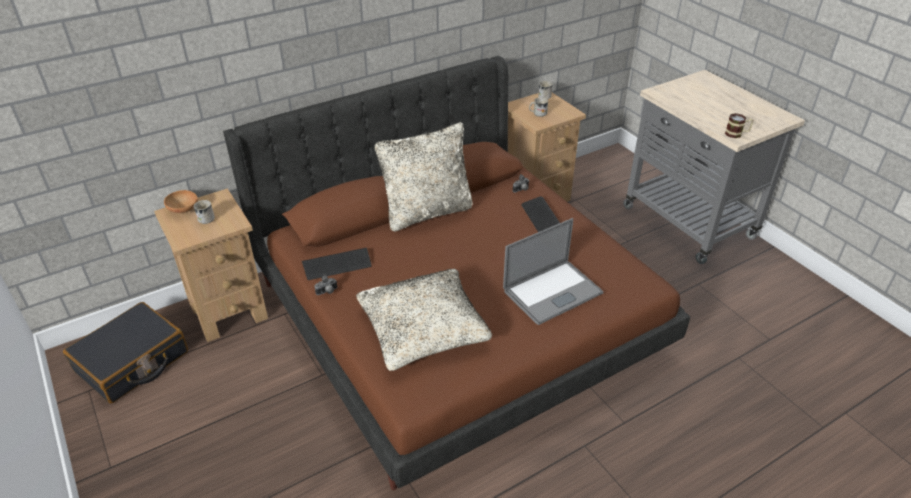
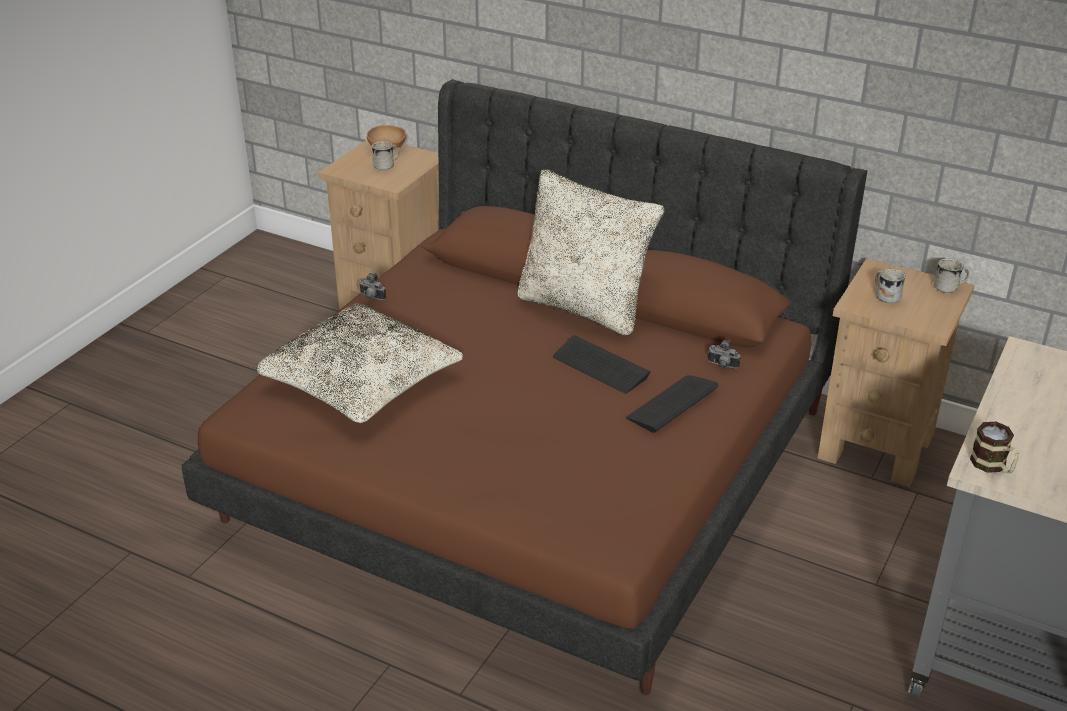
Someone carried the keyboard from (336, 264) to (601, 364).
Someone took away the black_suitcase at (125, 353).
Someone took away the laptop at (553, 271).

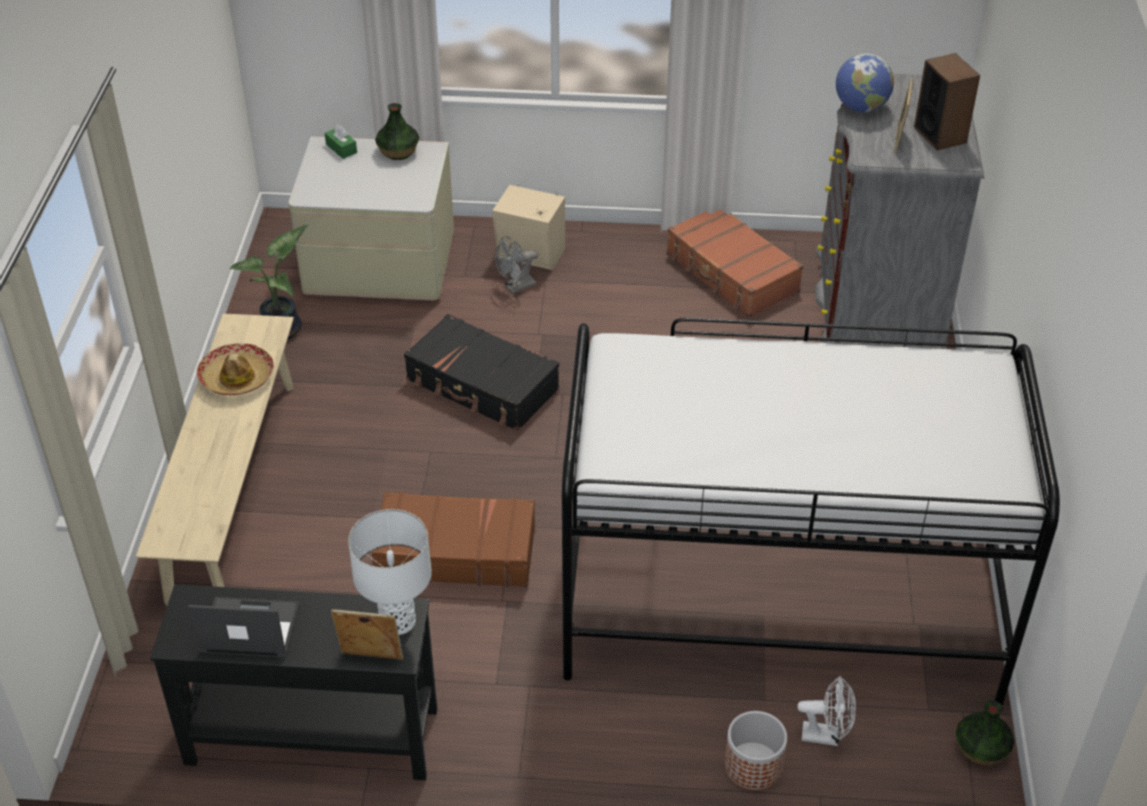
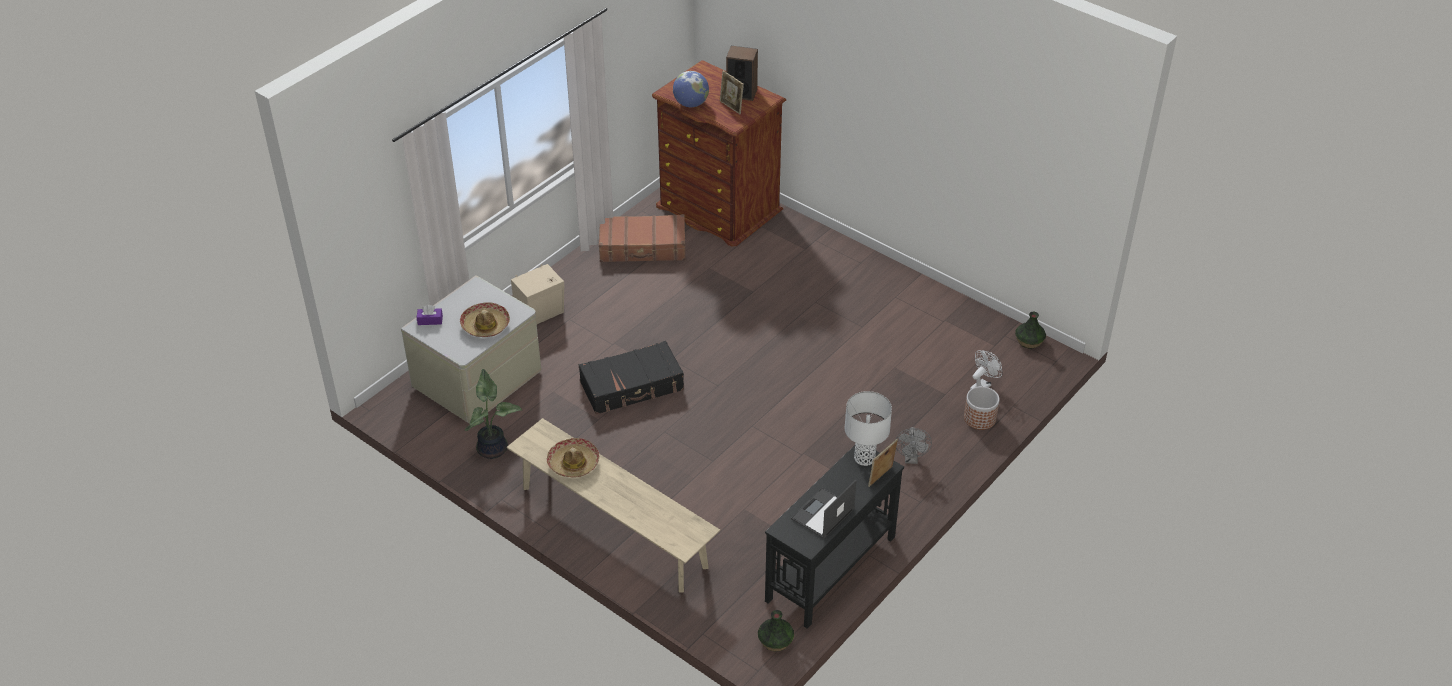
Someone repainted the green_tissue_box at (341, 141), which became the purple_tissue_box at (430, 315).
Someone put down the hat at (485, 319).
Someone repainted the grey_dresser at (899, 211), which became the brown_dresser at (719, 153).
Someone carried the vase from (397, 131) to (776, 630).
Someone carried the grey_fan from (516, 265) to (914, 445).
Someone took away the brown_suitcase at (453, 539).
Someone took away the black_bed at (811, 511).

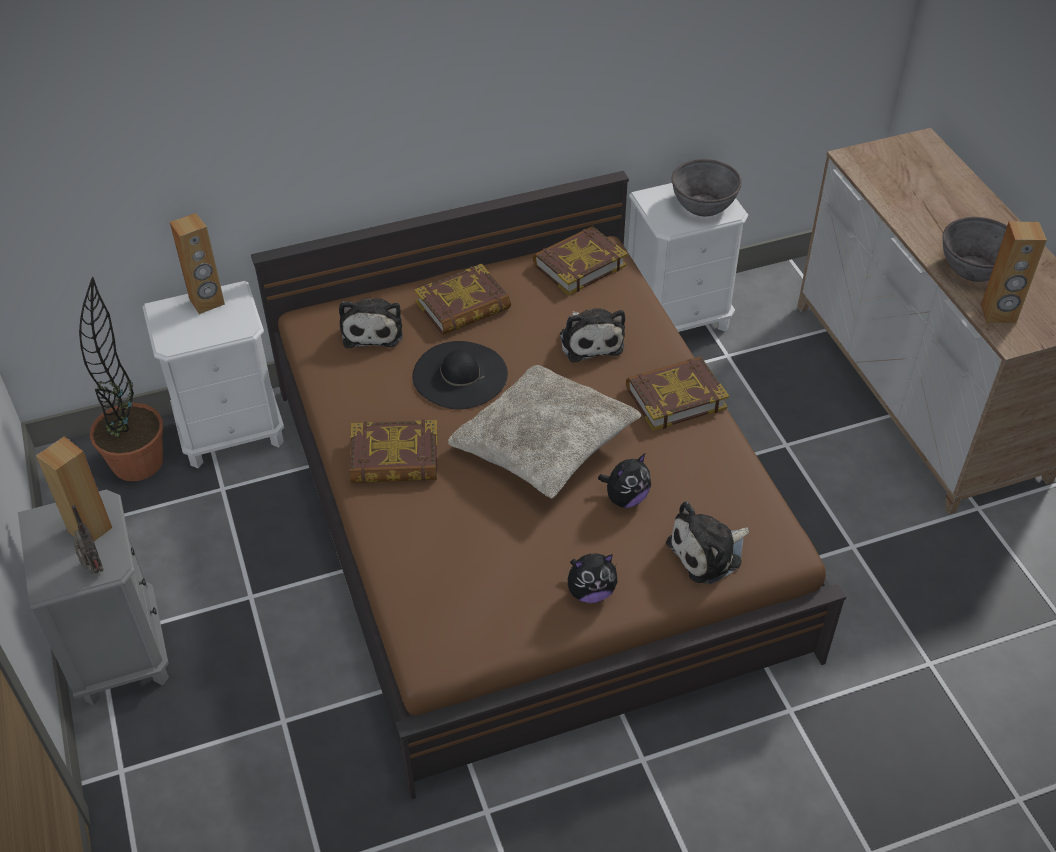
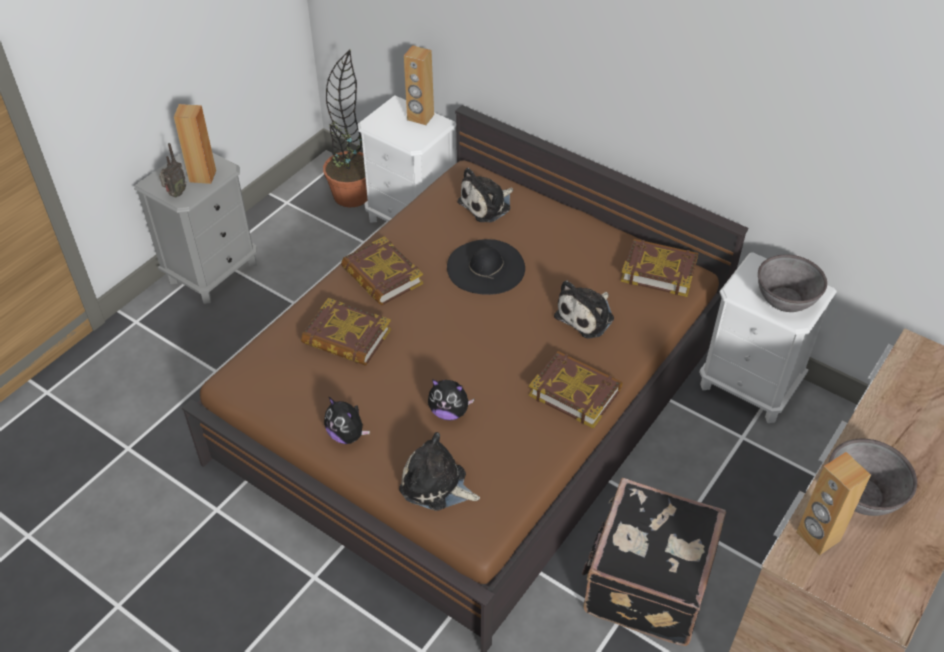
Someone carried the book from (462, 299) to (346, 332).
Someone put down the black_suitcase at (654, 562).
Someone took away the beige_pillow at (544, 432).

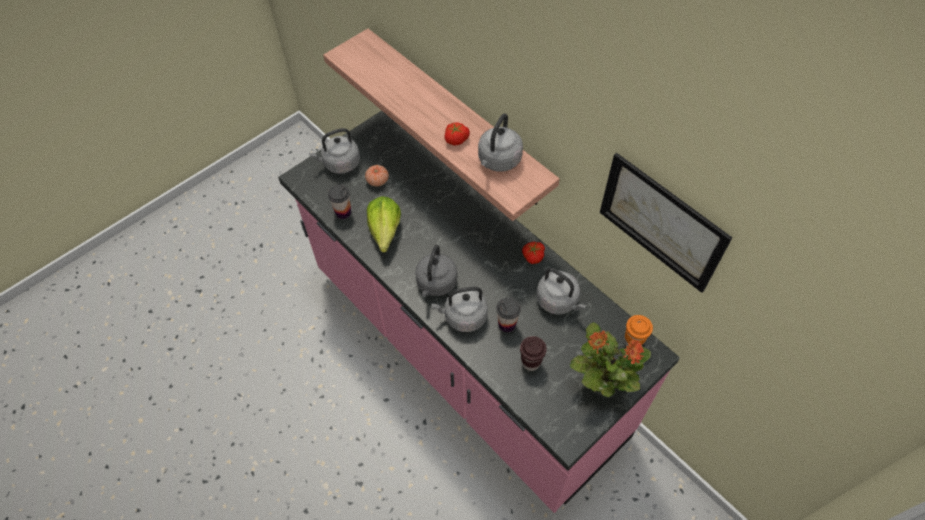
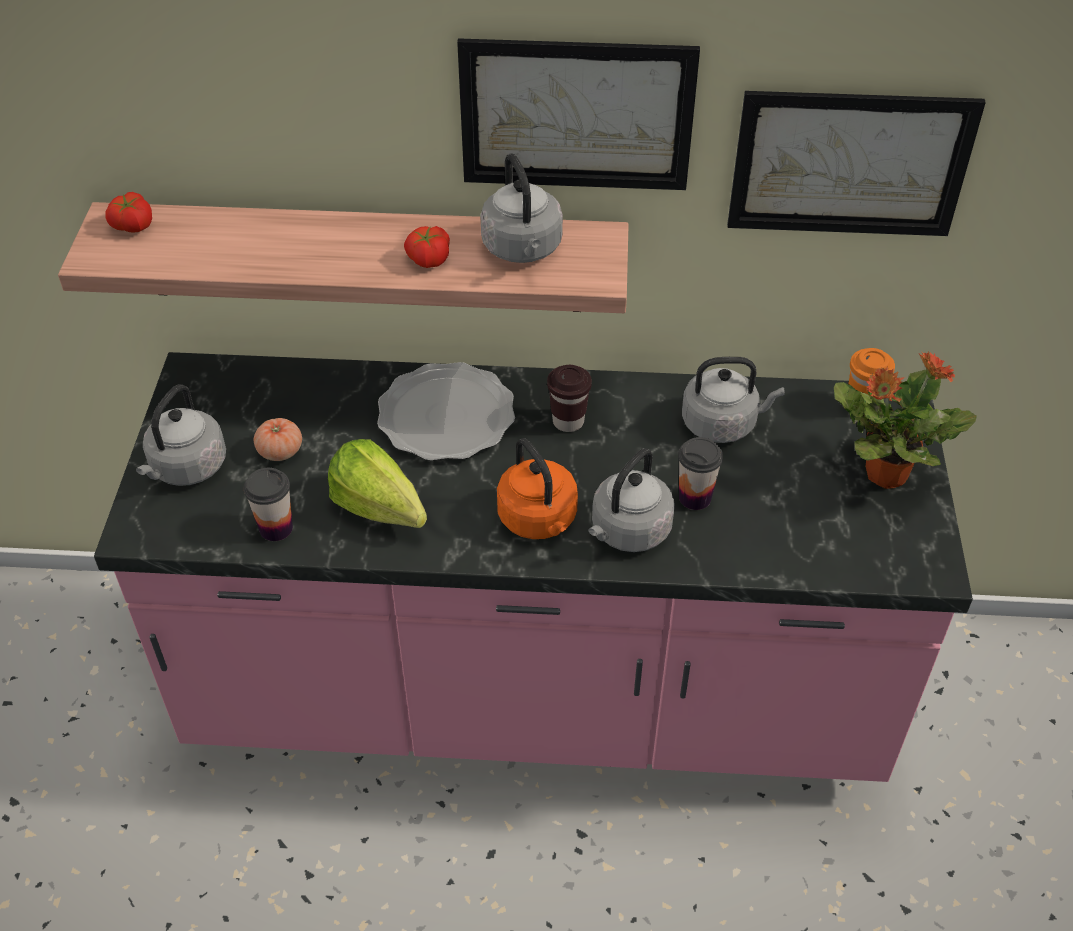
Someone carried the tomato from (533, 253) to (128, 212).
Someone put down the plate at (446, 411).
Someone put up the picture at (578, 114).
Someone repainted the grey_kettle at (436, 271), which became the orange_kettle at (537, 488).
Someone carried the brown_cup from (533, 353) to (569, 398).

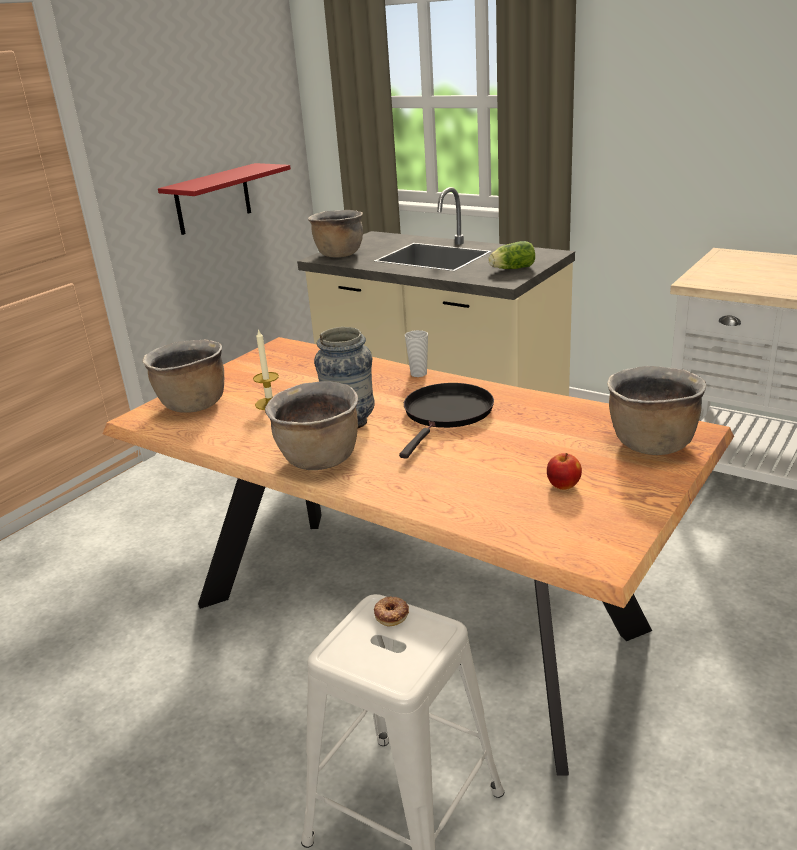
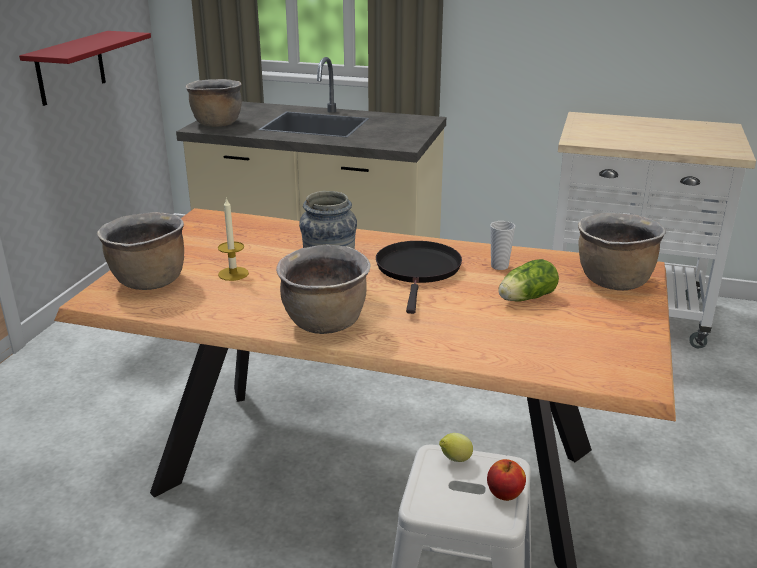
Someone swapped the donut at (391, 611) for the lemon at (456, 447).
Someone carried the apple from (564, 471) to (506, 480).
Someone carried the cup from (416, 353) to (502, 245).
Someone carried the lettuce from (511, 255) to (528, 280).

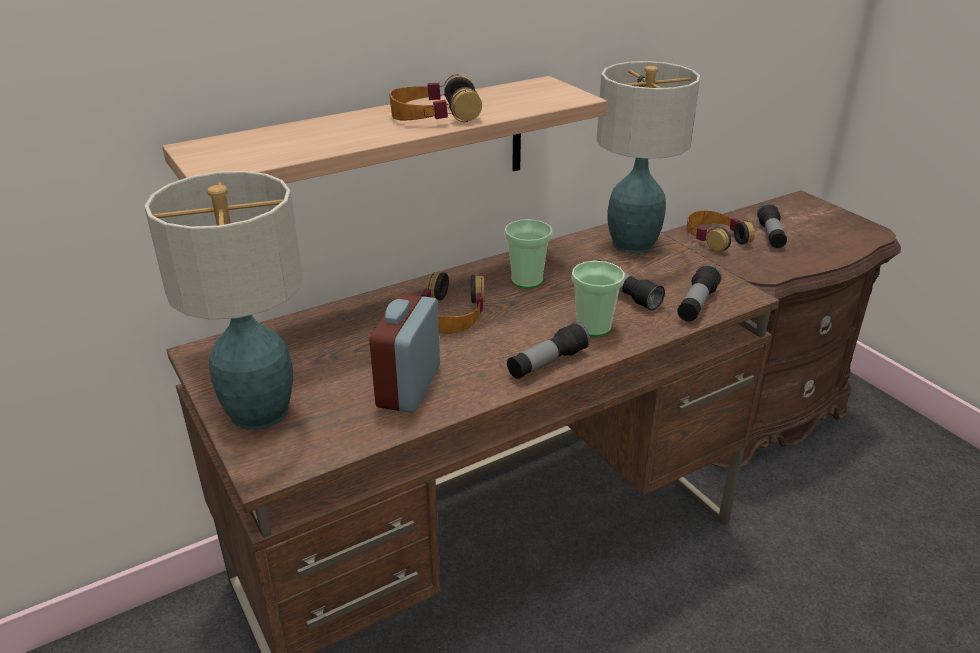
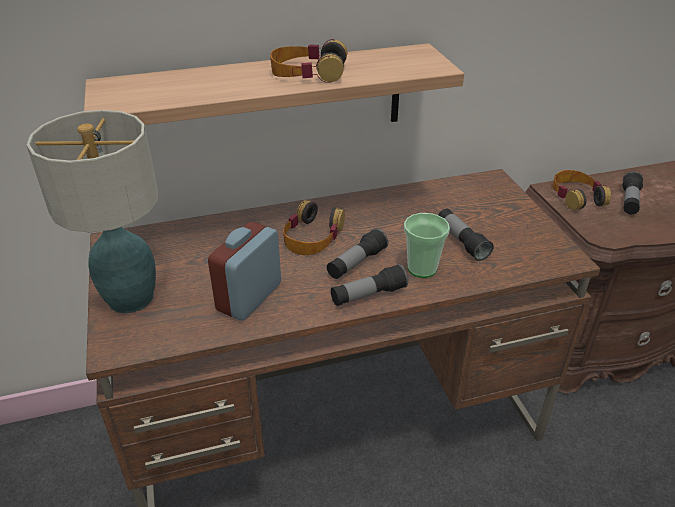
Someone carried the flashlight from (699, 292) to (357, 253).
Someone took away the cup at (528, 254).
Someone took away the table_lamp at (648, 157).

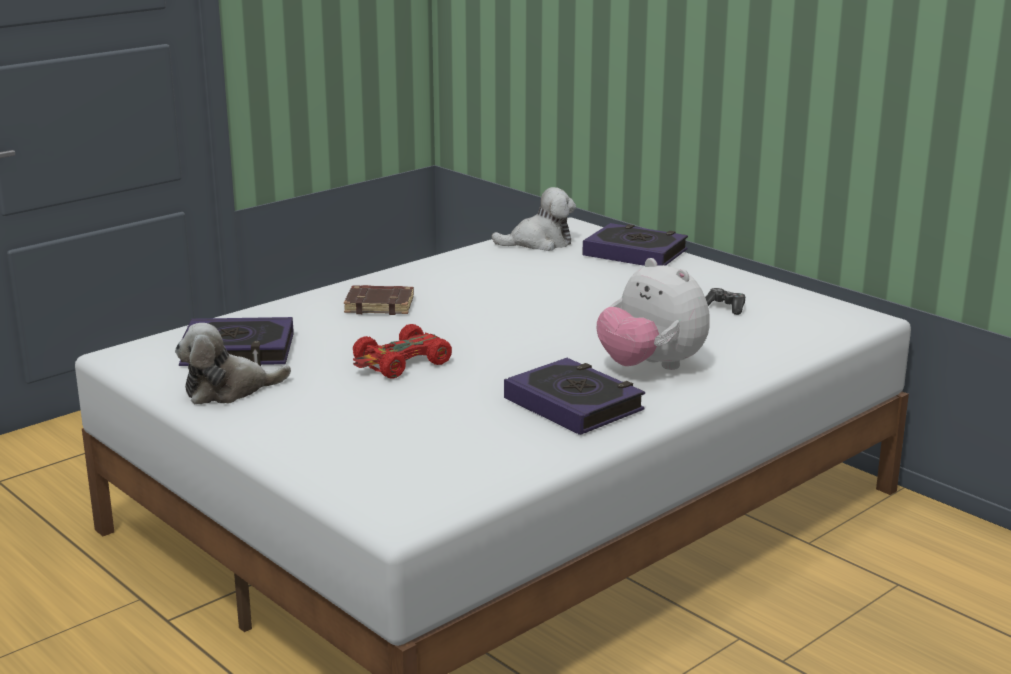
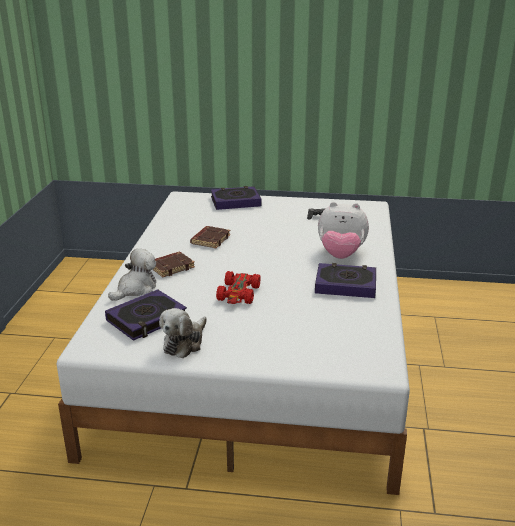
Someone carried the plush_toy from (533, 219) to (132, 275).
Someone put down the brown_book at (210, 237).

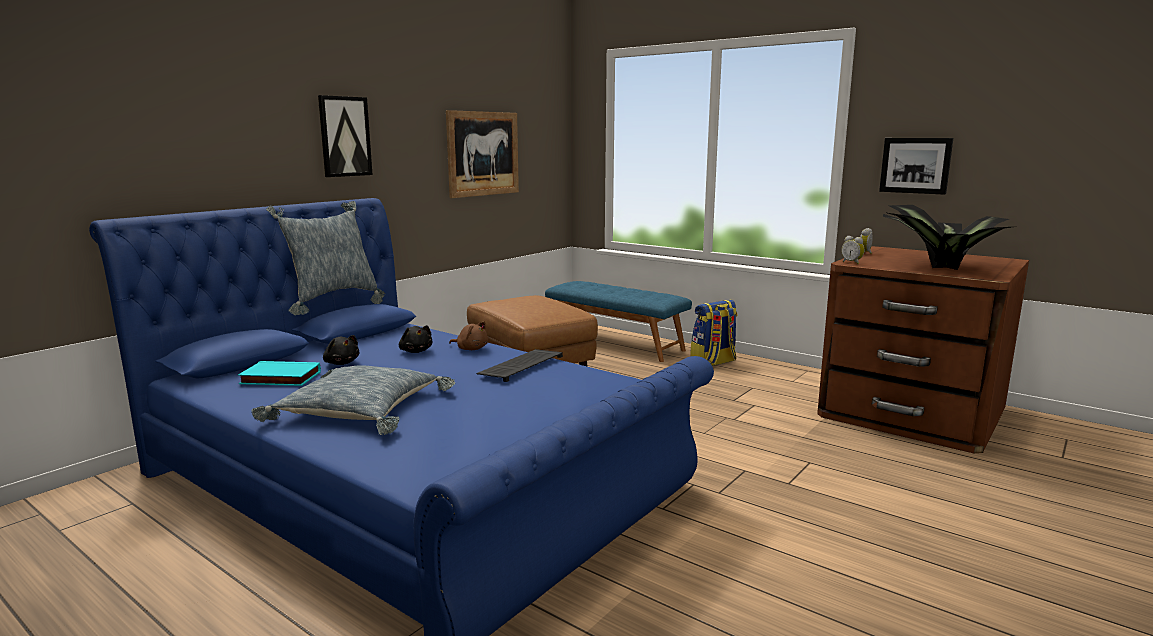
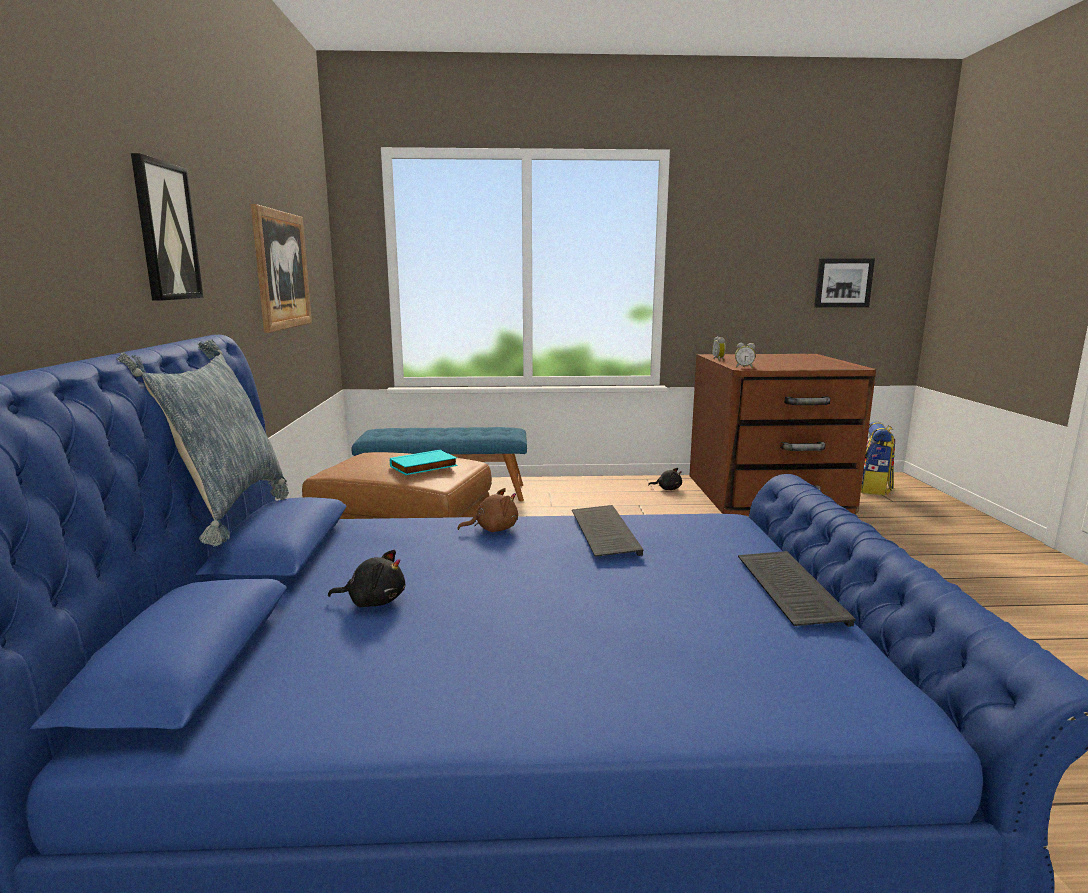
Someone carried the turquoise_book from (279, 373) to (424, 462).
Someone carried the black_plush_toy from (416, 339) to (665, 479).
Someone put down the keyboard at (797, 589).
Someone carried the picture from (916, 166) to (844, 282).
Someone carried the backpack from (714, 333) to (878, 458).
Someone took away the pillow at (353, 400).
Someone took away the potted_plant at (947, 237).

